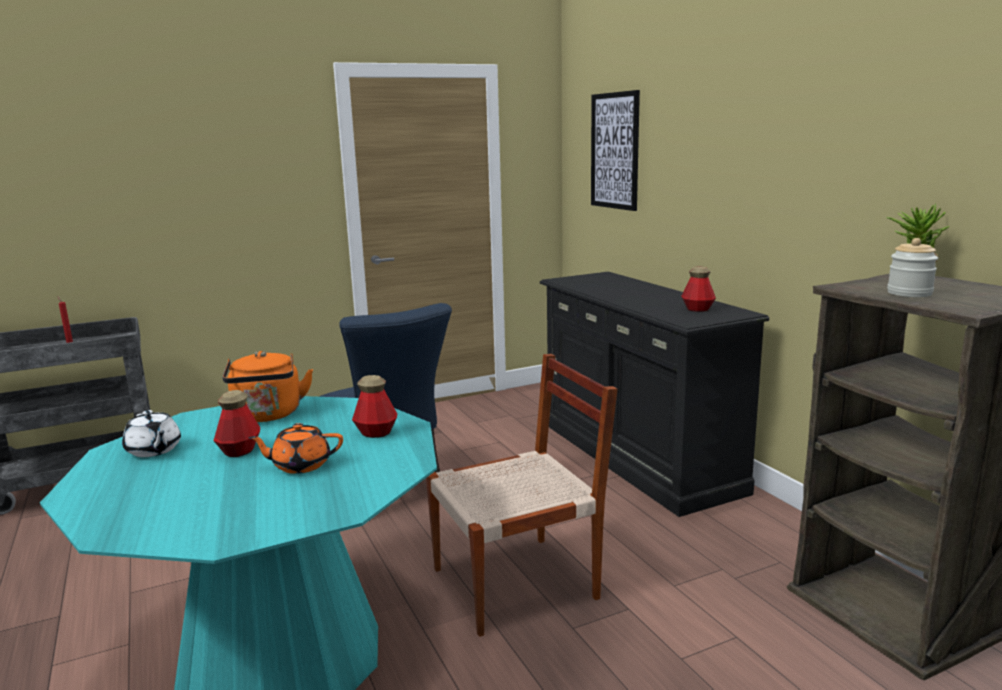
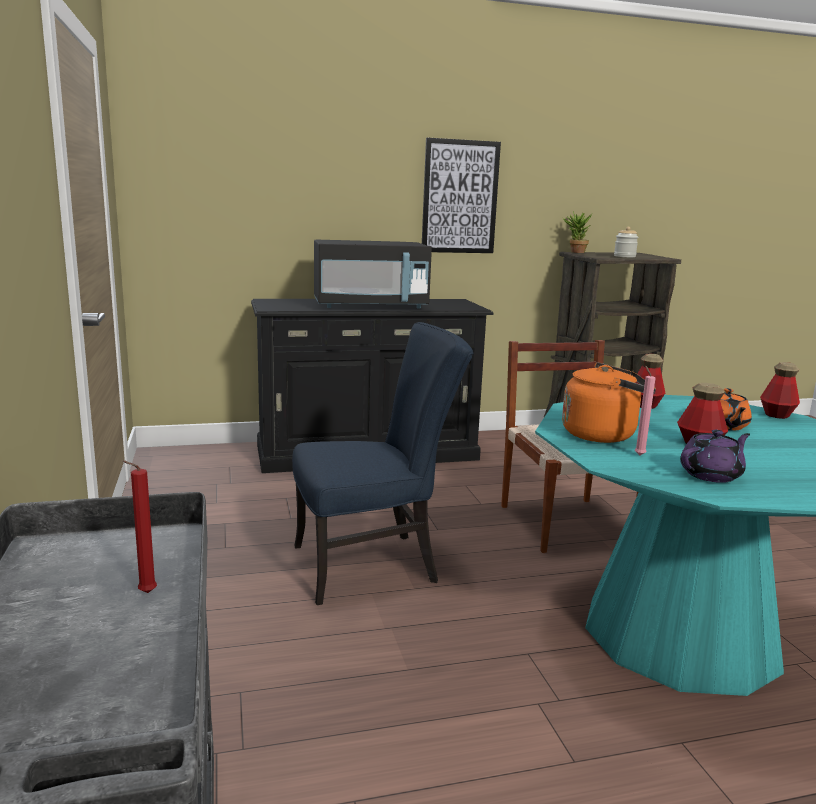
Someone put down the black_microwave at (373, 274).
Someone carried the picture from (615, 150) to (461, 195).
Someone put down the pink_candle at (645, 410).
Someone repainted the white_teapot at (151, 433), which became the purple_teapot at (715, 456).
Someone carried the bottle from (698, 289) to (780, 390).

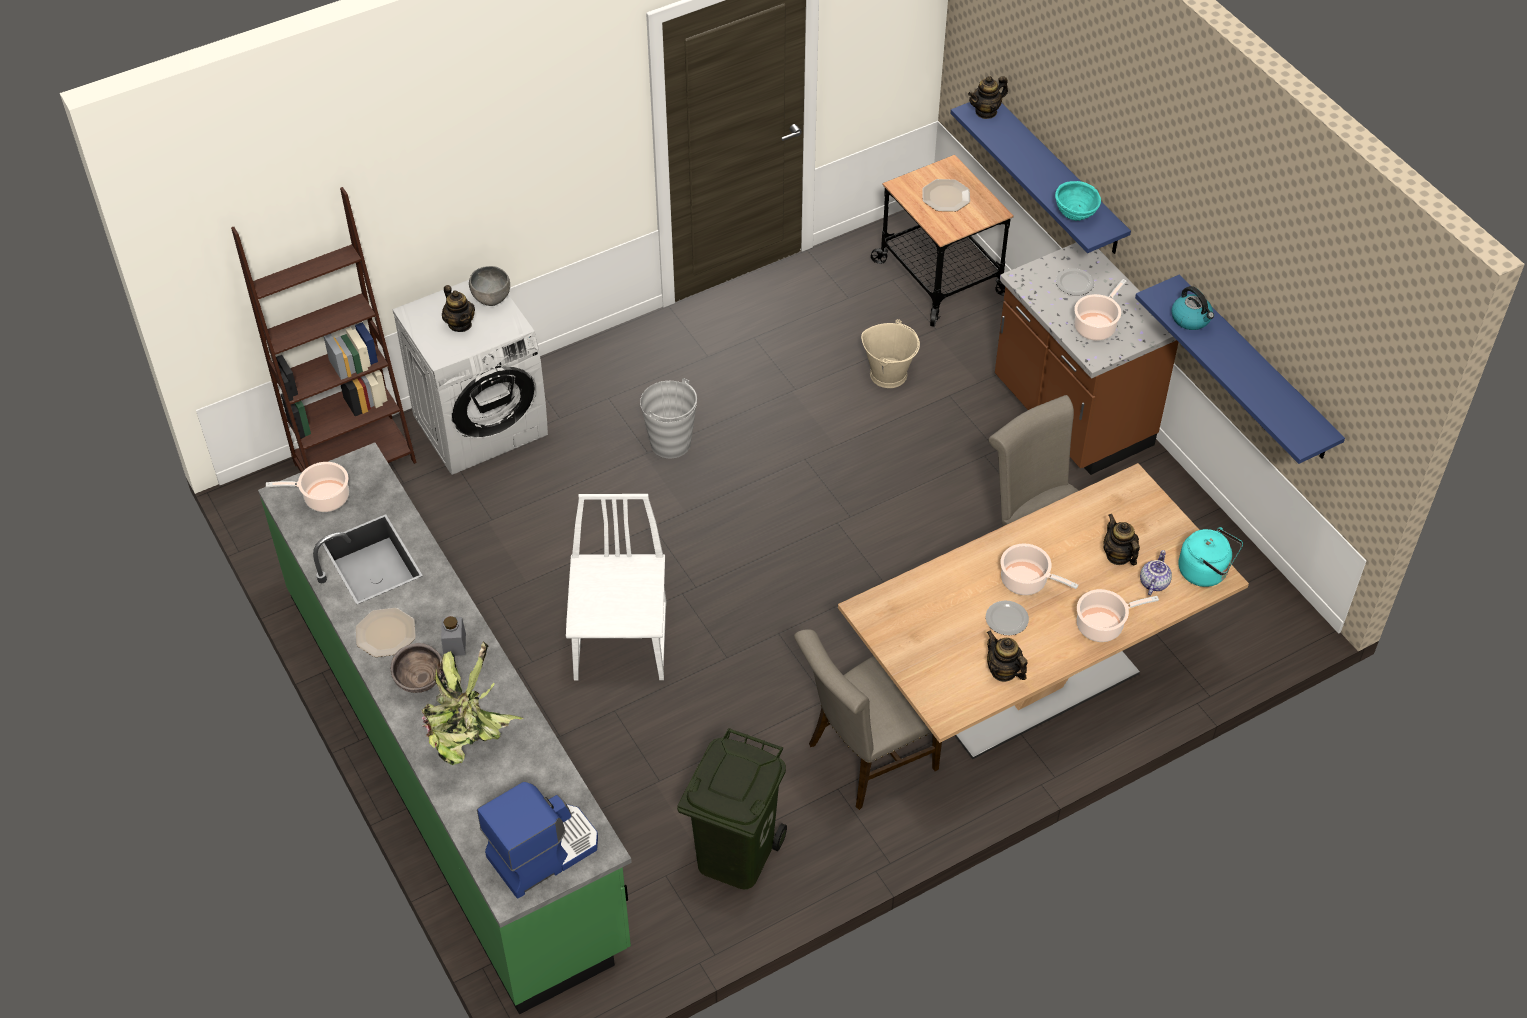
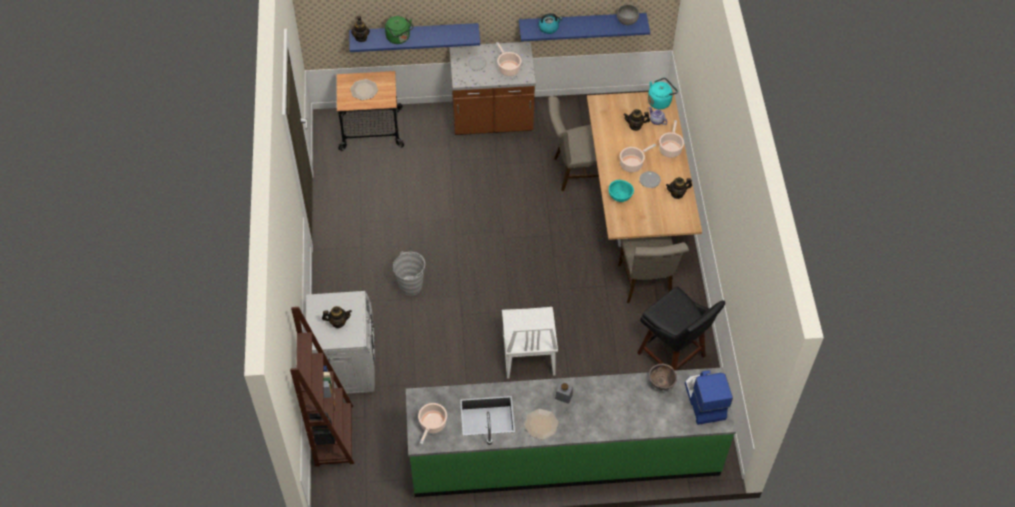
Someone put down the green_kettle at (399, 30).
Someone rotated the white_chair at (616, 587) by 120 degrees counterclockwise.
Someone carried the turquoise_bowl from (1078, 201) to (621, 191).
Someone carried the grey_bowl from (489, 286) to (628, 14).
Someone swapped the green_trash_can at (732, 808) for the black_stool at (681, 328).
Someone carried the brown_bowl from (416, 668) to (663, 377).
Someone took away the potted_plant at (472, 703).
Someone took away the beige_bucket at (890, 353).

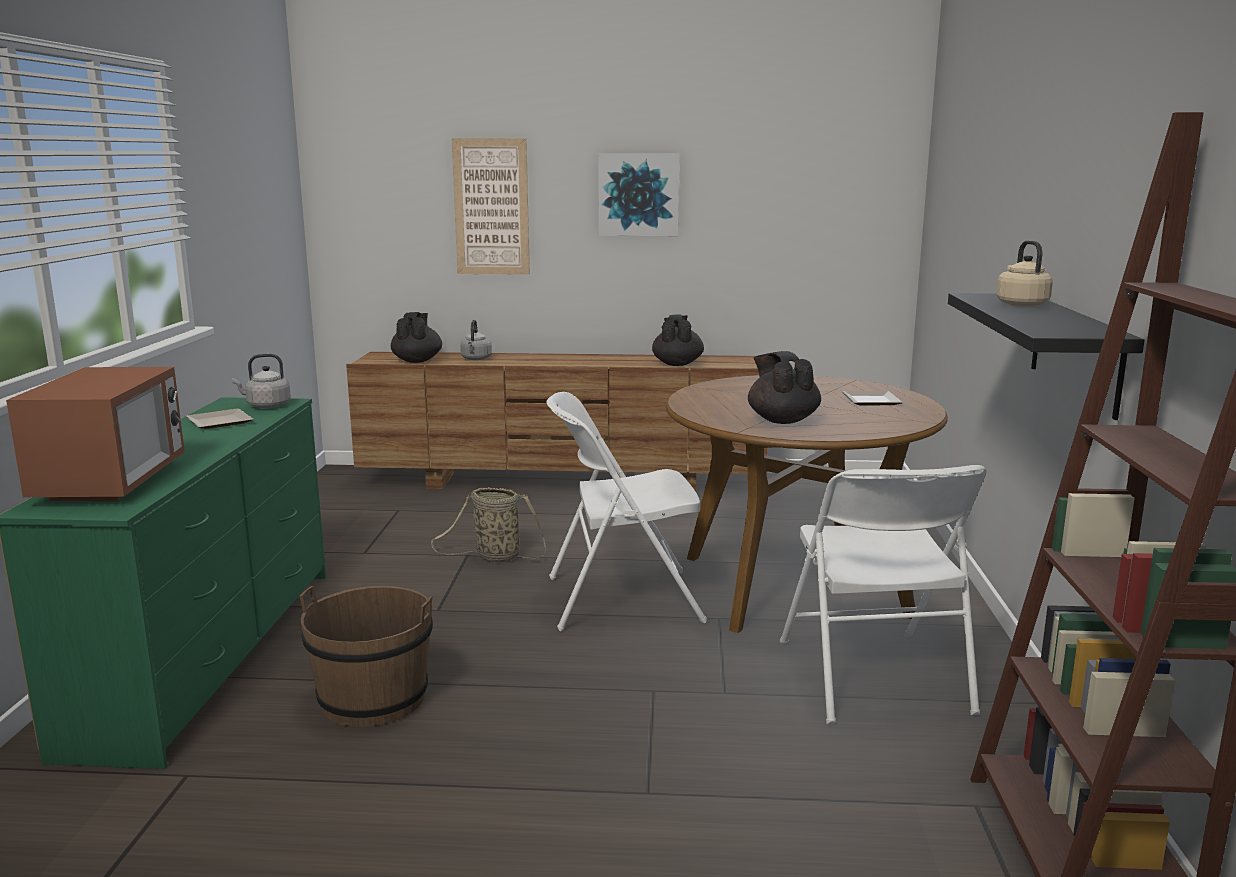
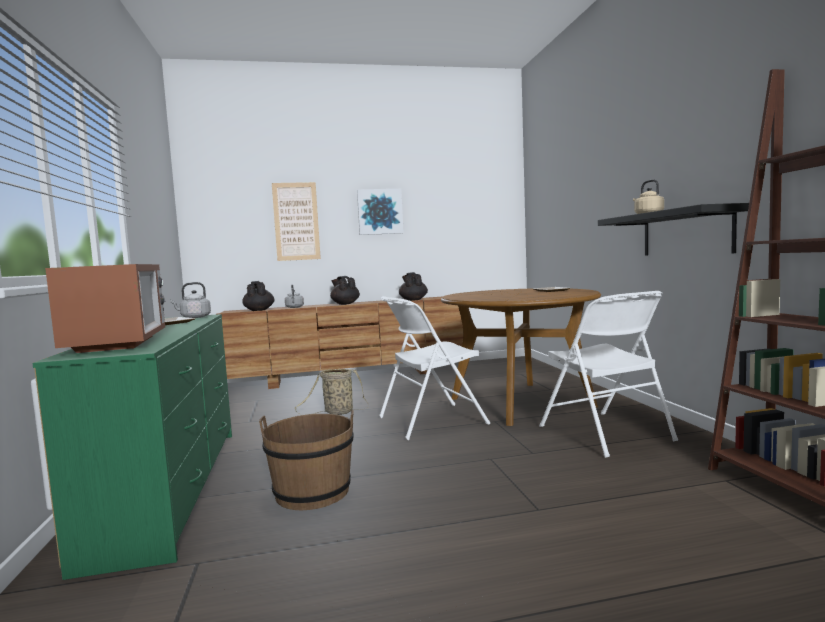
Someone carried the black_teapot from (784, 387) to (345, 290).

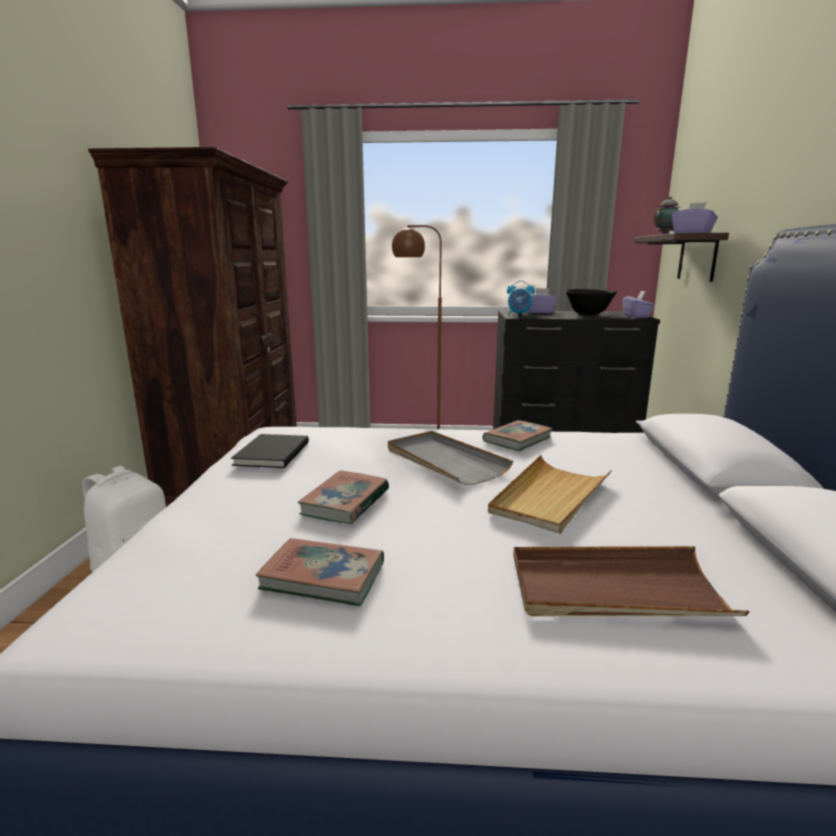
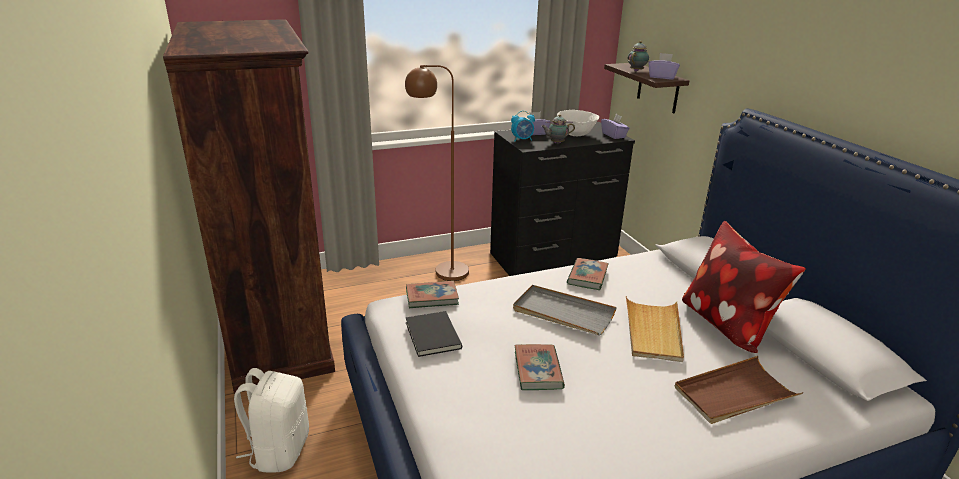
Someone carried the book from (320, 572) to (432, 294).
Someone put down the teapot at (558, 128).
Someone repainted the black_bowl at (591, 302), which became the white_bowl at (578, 123).
Someone put down the pillow at (744, 287).

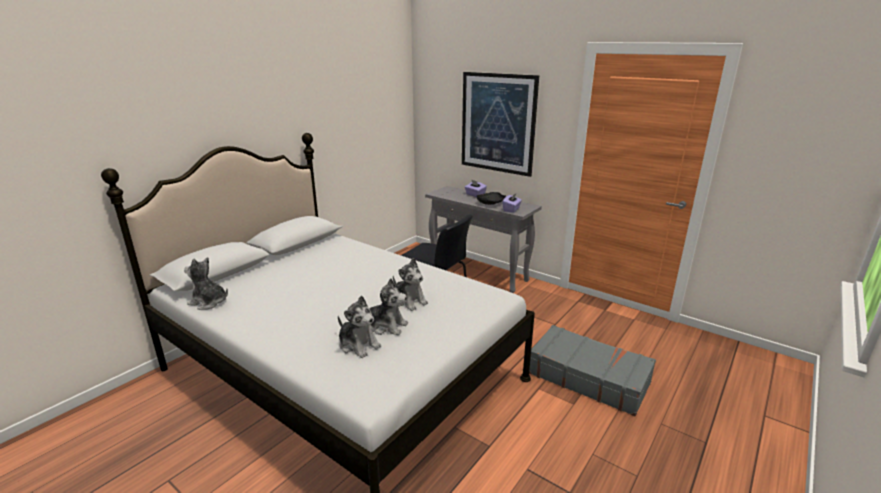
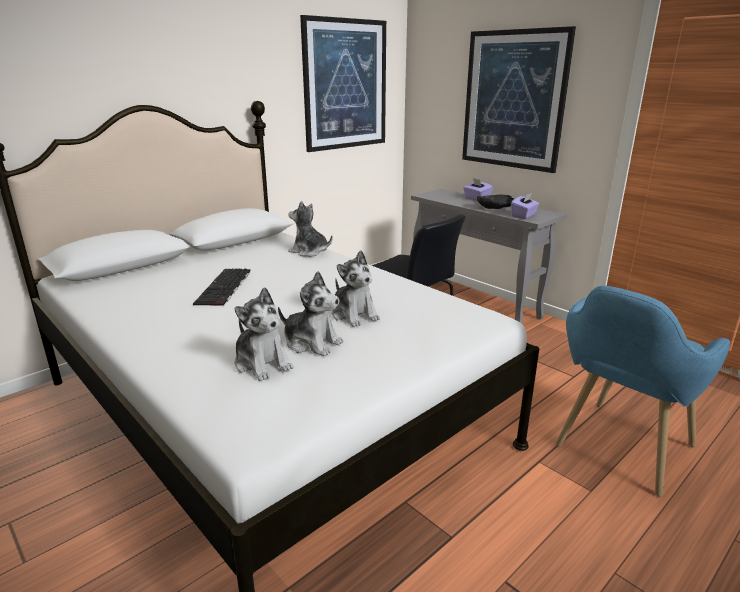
Someone put down the keyboard at (222, 287).
Someone carried the plush_toy from (206, 283) to (310, 229).
Someone put up the picture at (343, 83).
Someone swapped the grey_suitcase at (592, 370) for the blue_armchair at (643, 391).

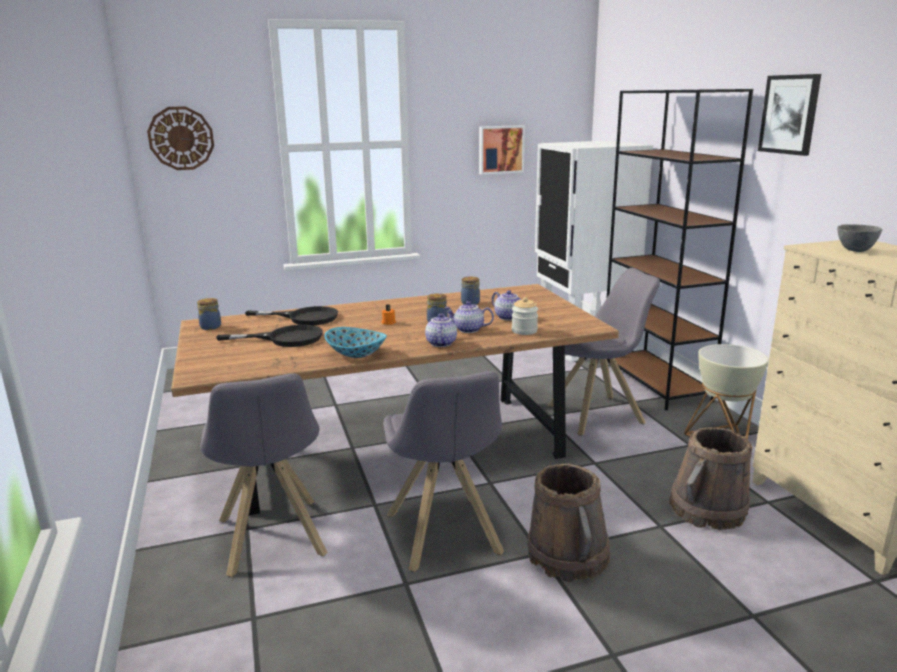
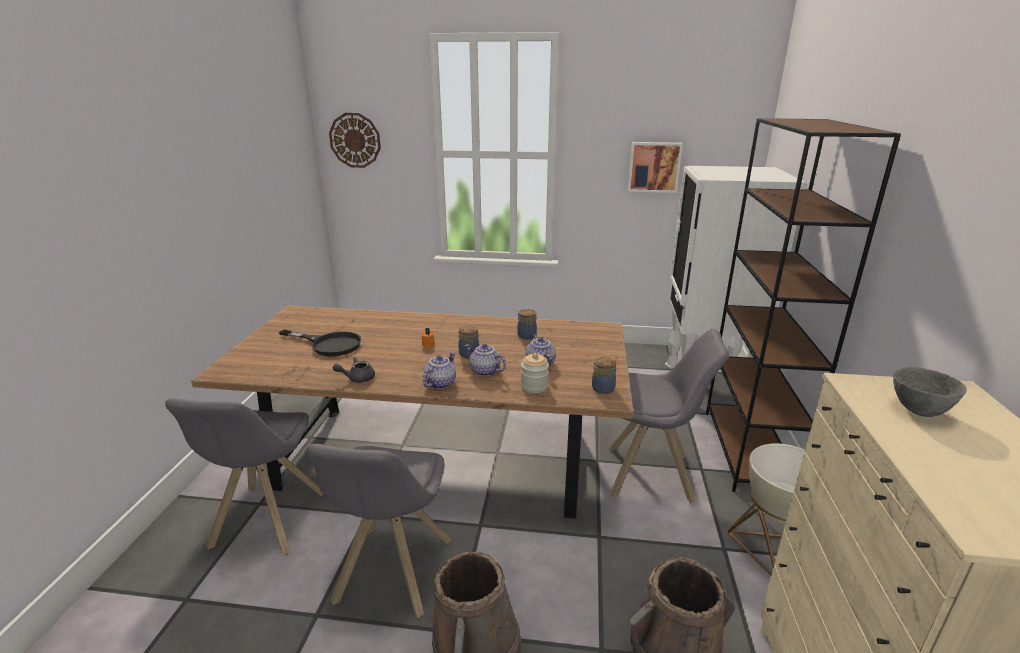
Someone swapped the bowl at (356, 342) for the grey_teapot at (354, 370).
Someone carried the jar from (209, 314) to (604, 375).
Someone took away the black_frying_pan at (291, 316).
Someone took away the picture at (789, 115).

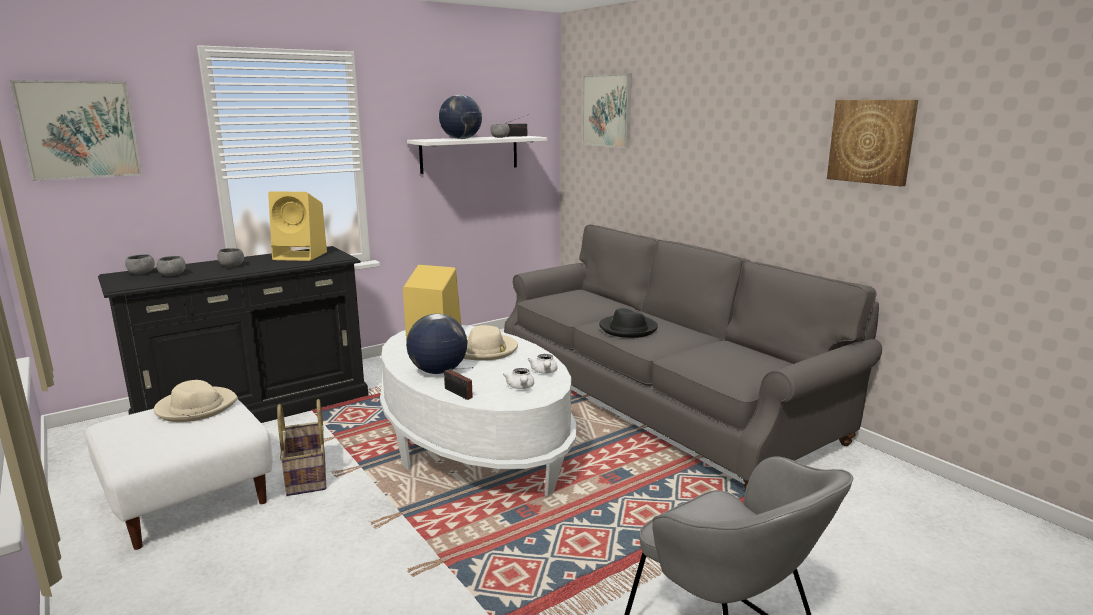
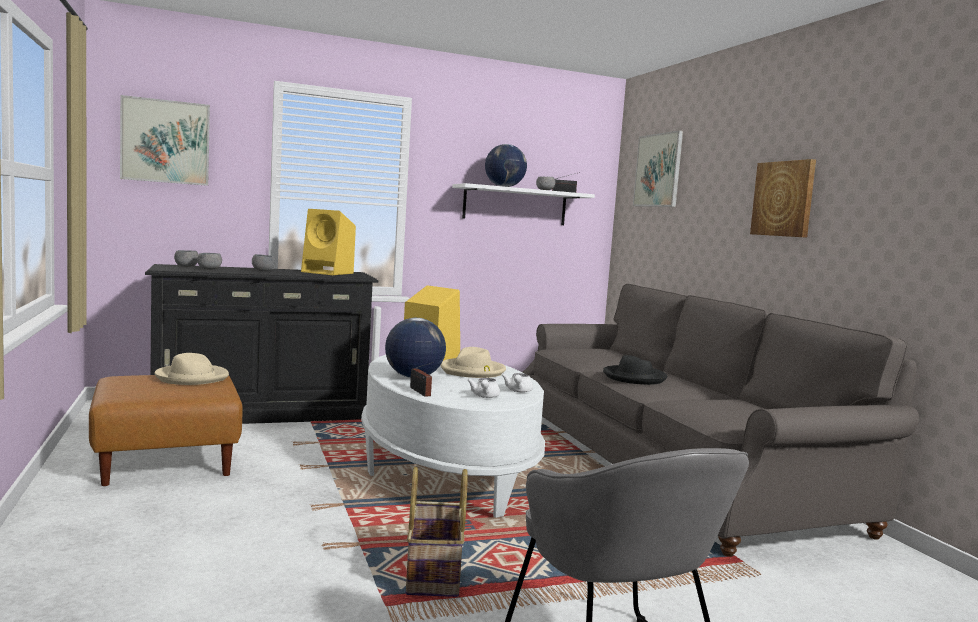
Someone repainted the white_ottoman at (179, 474), which became the brown_ottoman at (166, 430).
Someone carried the basket from (301, 447) to (437, 532).
Someone carried the picture from (872, 143) to (783, 198).

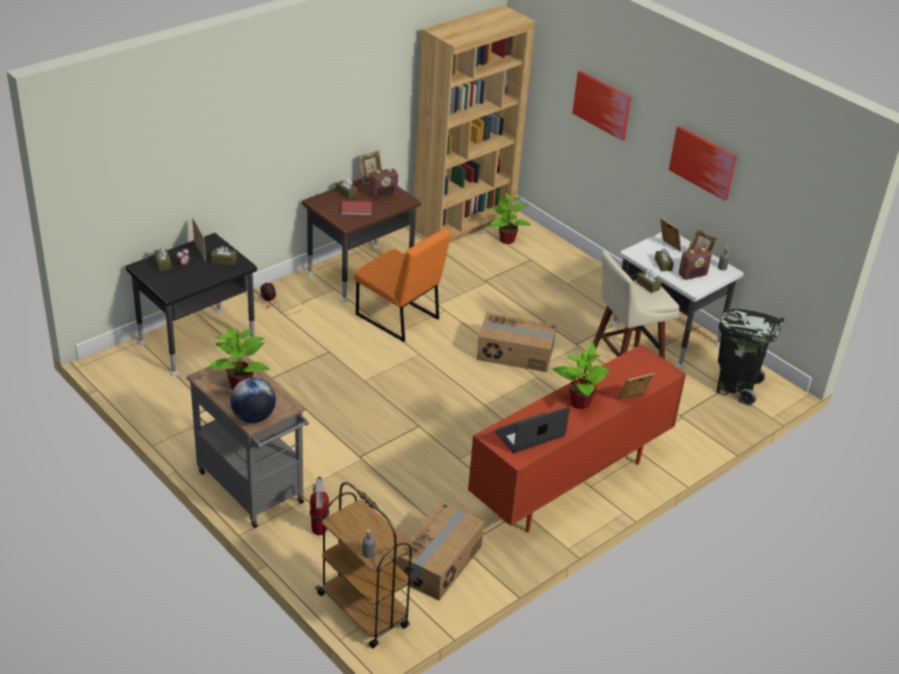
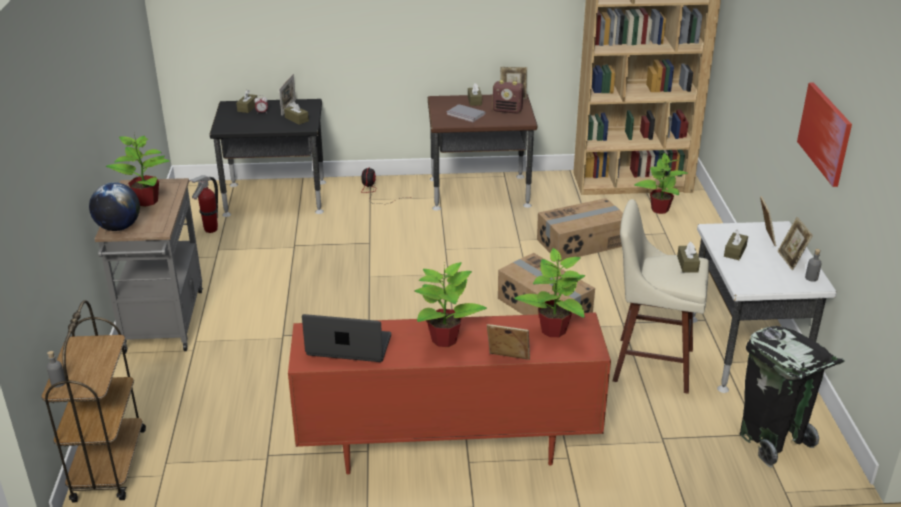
Someone carried the fire_extinguisher from (319, 506) to (203, 204).
Someone repainted the red_book at (356, 208), which became the grey_book at (465, 113).
Someone put down the potted_plant at (550, 292).
Someone carried the cardboard_box from (440, 551) to (580, 229).
Someone took away the orange_chair at (402, 285).
Someone took away the picture at (601, 105).
Someone took away the radio at (695, 264).

